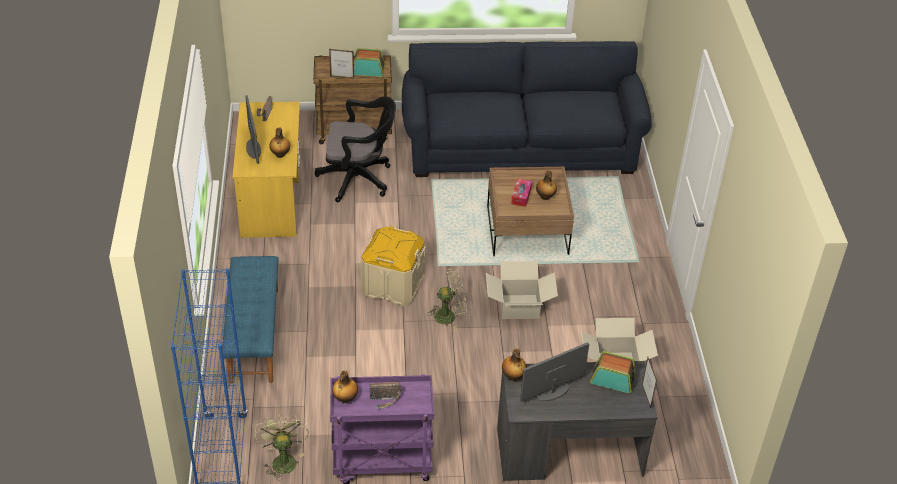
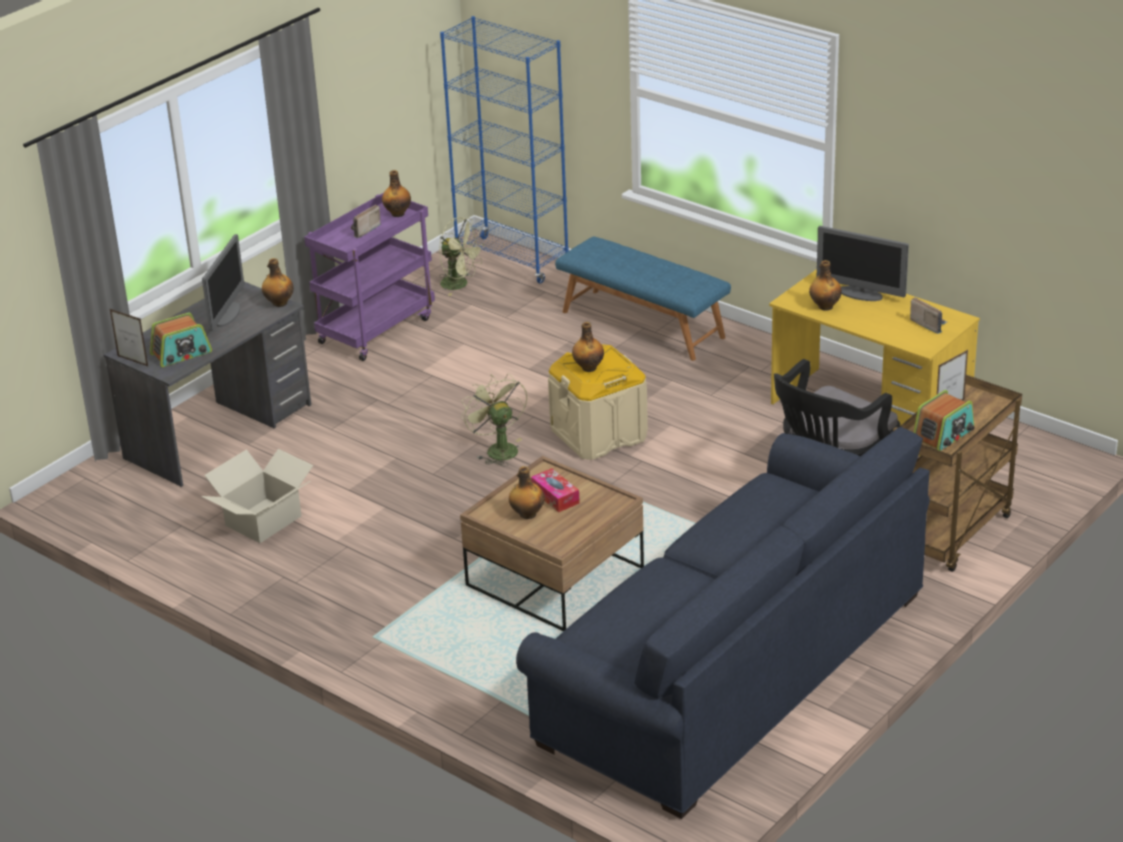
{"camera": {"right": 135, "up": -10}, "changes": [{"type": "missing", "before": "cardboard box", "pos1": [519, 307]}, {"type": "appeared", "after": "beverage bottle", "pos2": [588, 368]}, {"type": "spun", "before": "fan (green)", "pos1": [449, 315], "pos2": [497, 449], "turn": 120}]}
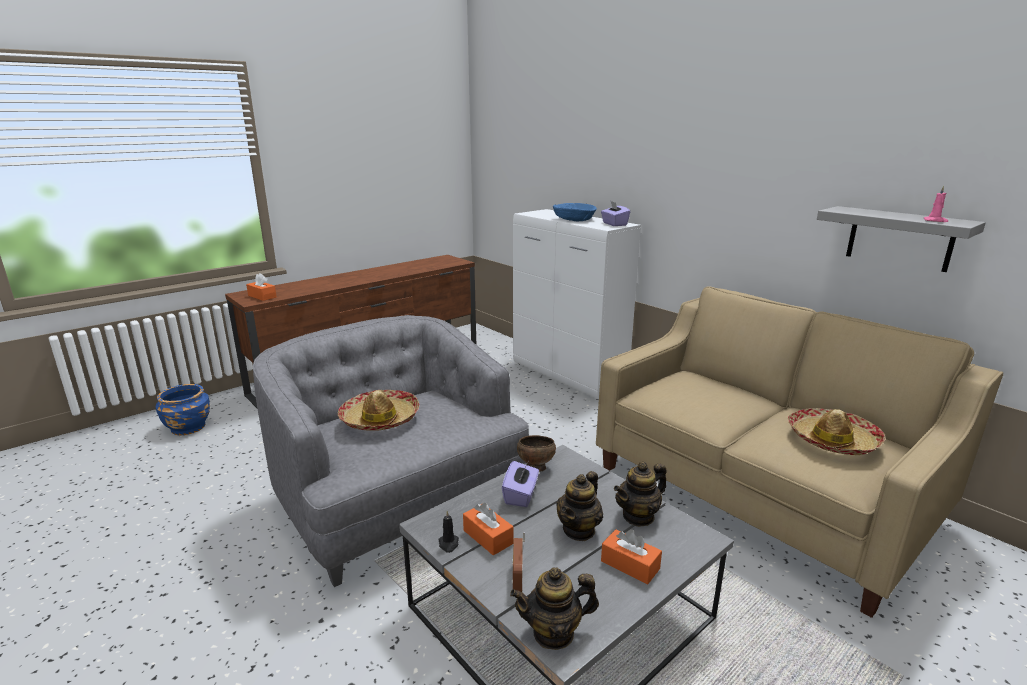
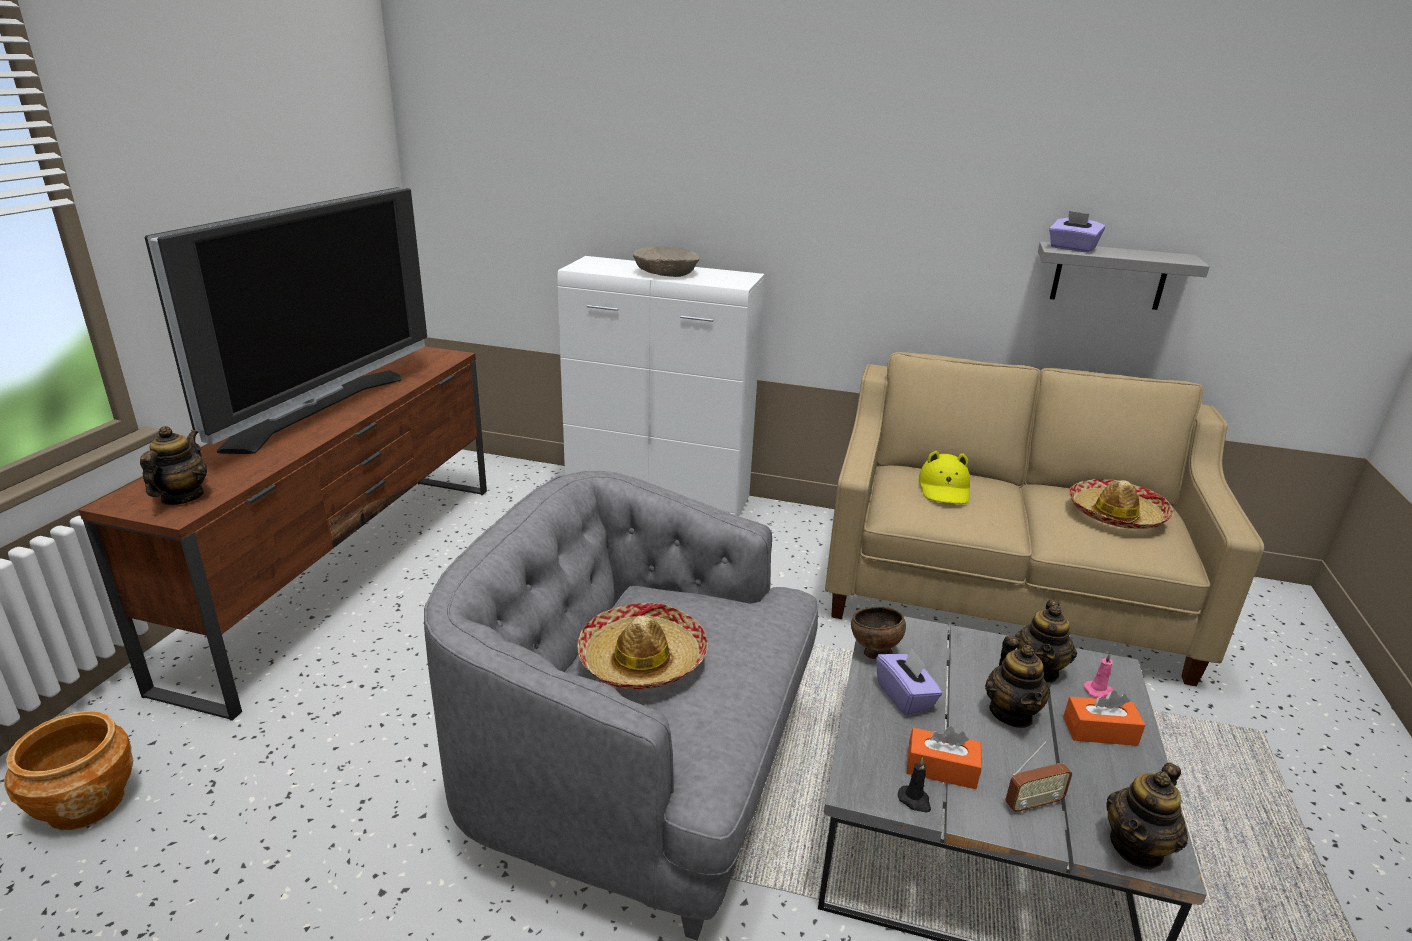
{"camera": {"right": -35, "up": 5}, "changes": [{"type": "appeared", "after": "television", "pos2": [319, 409]}, {"type": "appeared", "after": "hat (yellowish)", "pos2": [944, 489]}, {"type": "relocated", "before": "box of tissues (purplish)", "pos1": [614, 224], "pos2": [1072, 248]}, {"type": "relocated", "before": "wax candle (pink-coloured)", "pos1": [935, 221], "pos2": [1099, 691]}, {"type": "exchanged", "before": "box of tissues (orangey)", "after": "pot for tea", "pos1": [262, 296], "pos2": [182, 497]}, {"type": "colour", "before": "planter (bluish)", "after": "planter (brown-coloured)", "pos1": [188, 427], "pos2": [85, 803]}, {"type": "colour", "before": "bowl (bluish)", "after": "bowl (sand-coloured)", "pos1": [573, 219], "pos2": [665, 273]}, {"type": "spun", "before": "radio set", "pos1": [518, 578], "pos2": [1033, 804], "turn": -75}]}
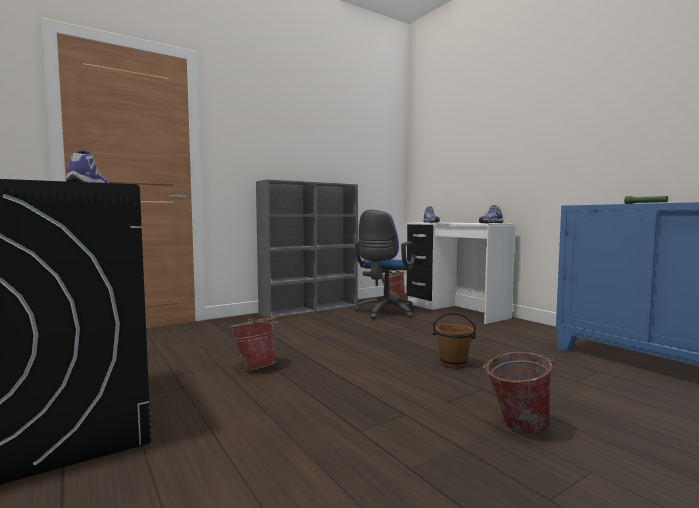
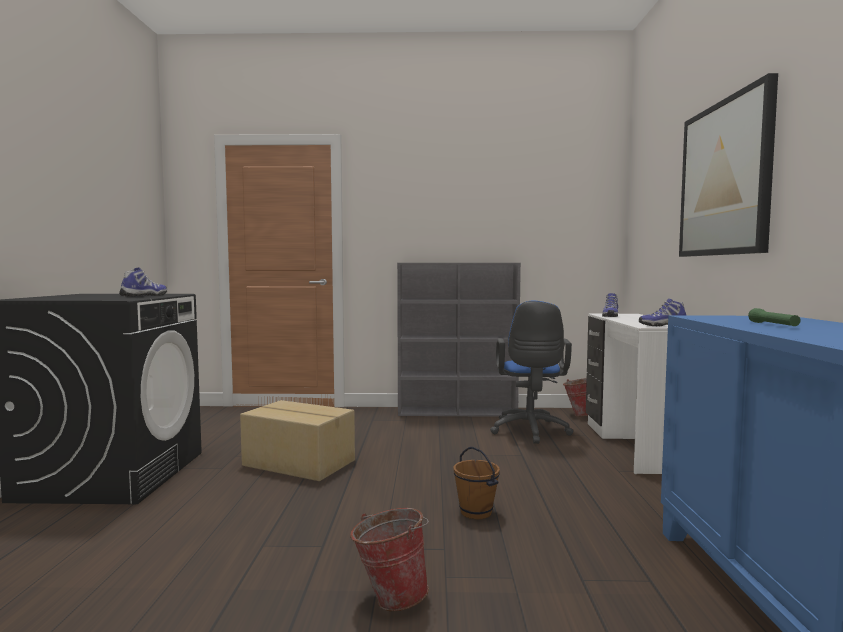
{"camera": {"right": 35, "up": 0}, "changes": [{"type": "appeared", "after": "wall art", "pos2": [725, 178]}, {"type": "exchanged", "before": "water bucket", "after": "cardboard box", "pos1": [255, 366], "pos2": [298, 463]}, {"type": "spun", "before": "computer chair (bluish)", "pos1": [384, 313], "pos2": [530, 432], "turn": -60}]}
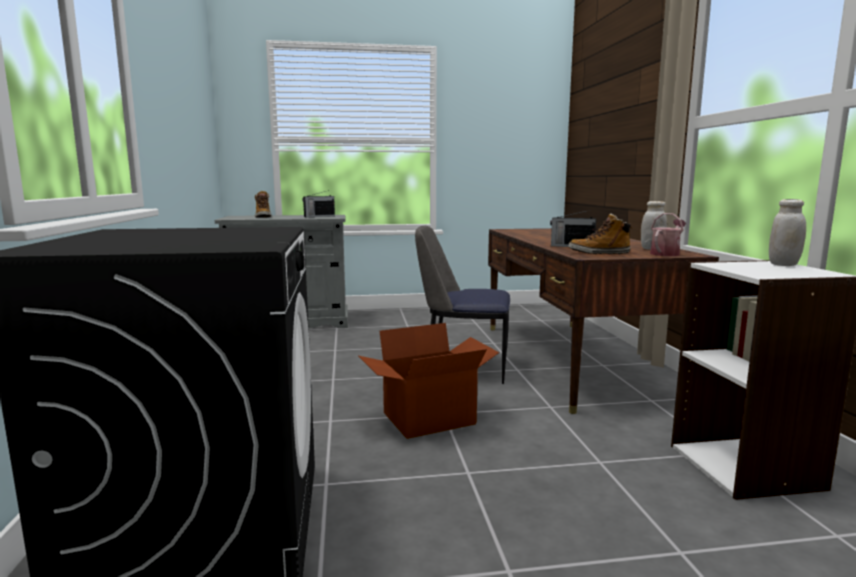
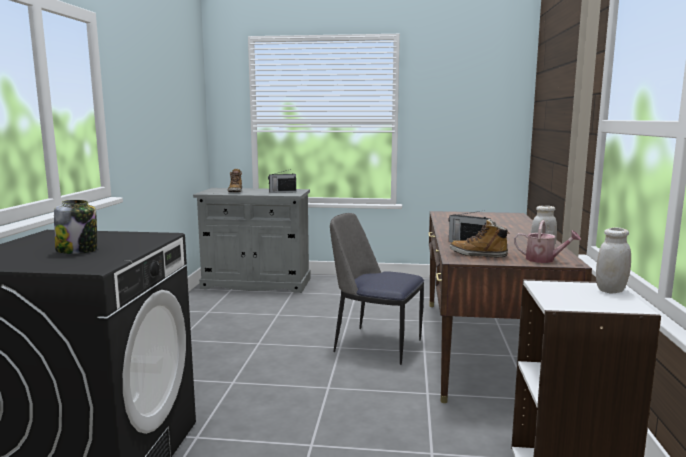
{"camera": {"right": 15, "up": 0}, "changes": [{"type": "missing", "before": "cardboard box", "pos1": [429, 419]}, {"type": "appeared", "after": "preserve jar", "pos2": [78, 250]}, {"type": "spun", "before": "watering pot", "pos1": [666, 253], "pos2": [544, 260], "turn": 60}]}
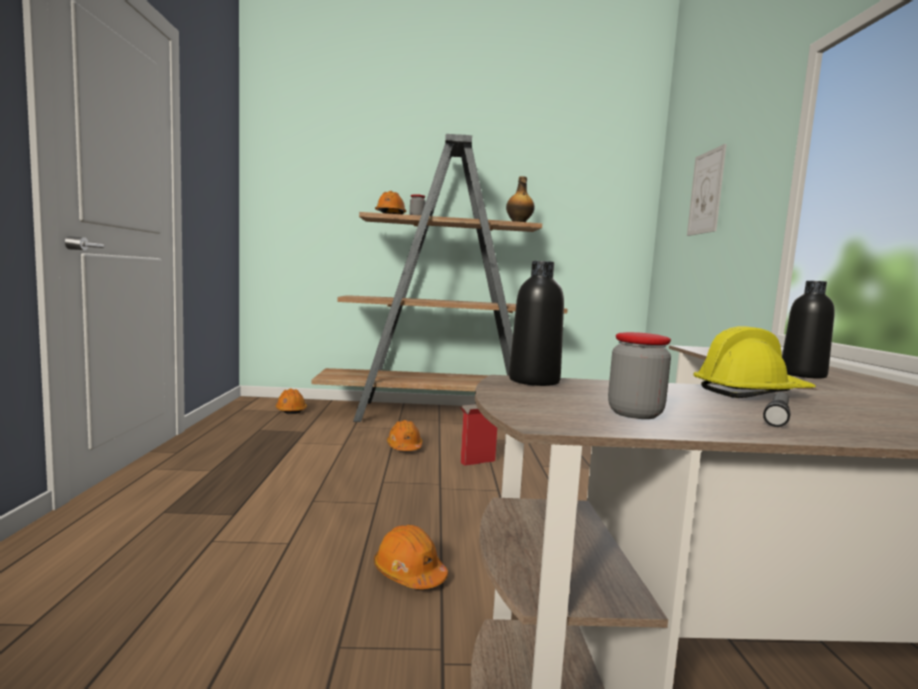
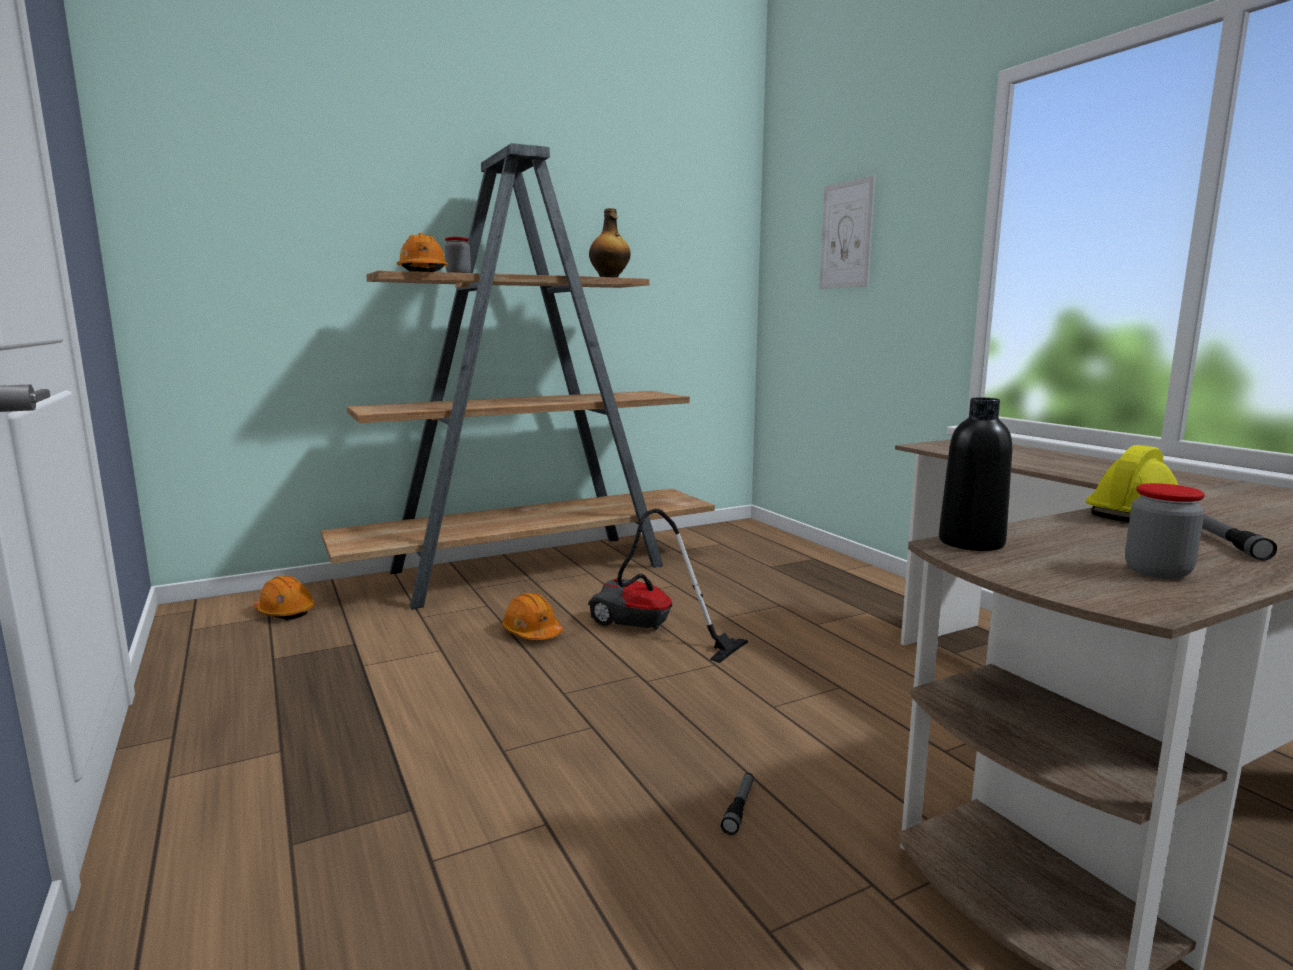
{"camera": {"right": -25, "up": 5}, "changes": [{"type": "missing", "before": "beverage bottle (black)", "pos1": [802, 375]}, {"type": "exchanged", "before": "work helmet (orangey)", "after": "torch", "pos1": [409, 573], "pos2": [739, 808]}, {"type": "exchanged", "before": "cardboard box", "after": "vacuum", "pos1": [477, 462], "pos2": [648, 631]}]}
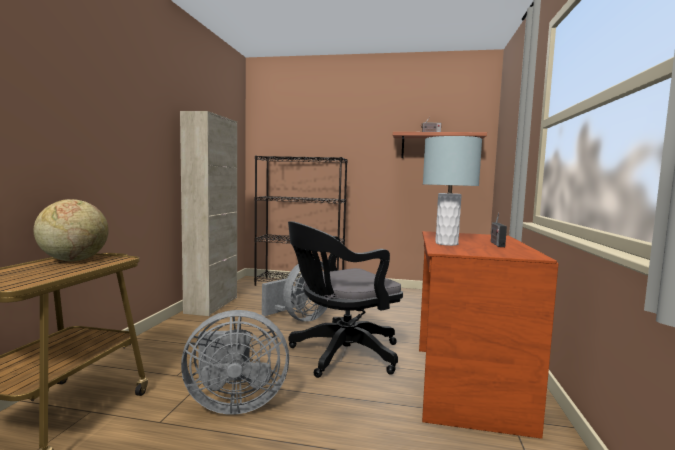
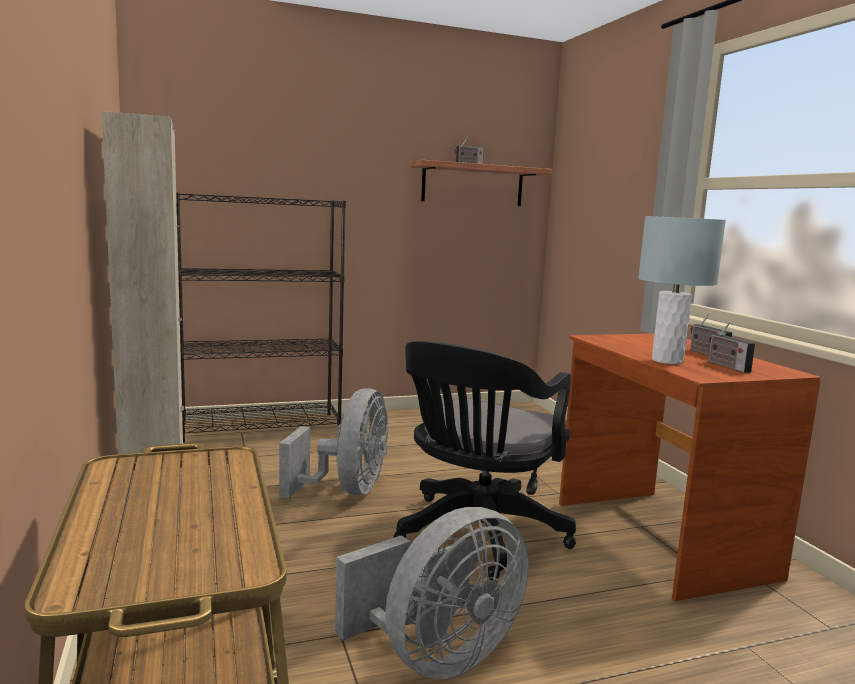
{"camera": {"right": -30, "up": 5}, "changes": [{"type": "missing", "before": "world globe", "pos1": [73, 260]}, {"type": "appeared", "after": "radio set", "pos2": [726, 366]}]}
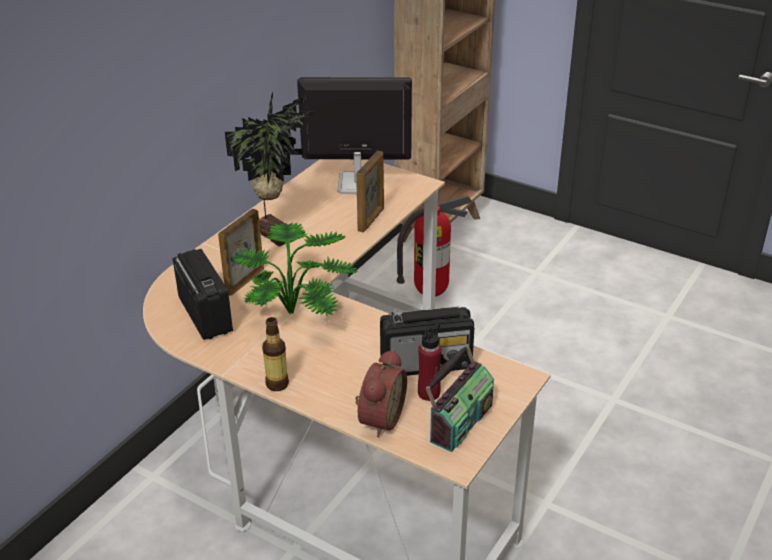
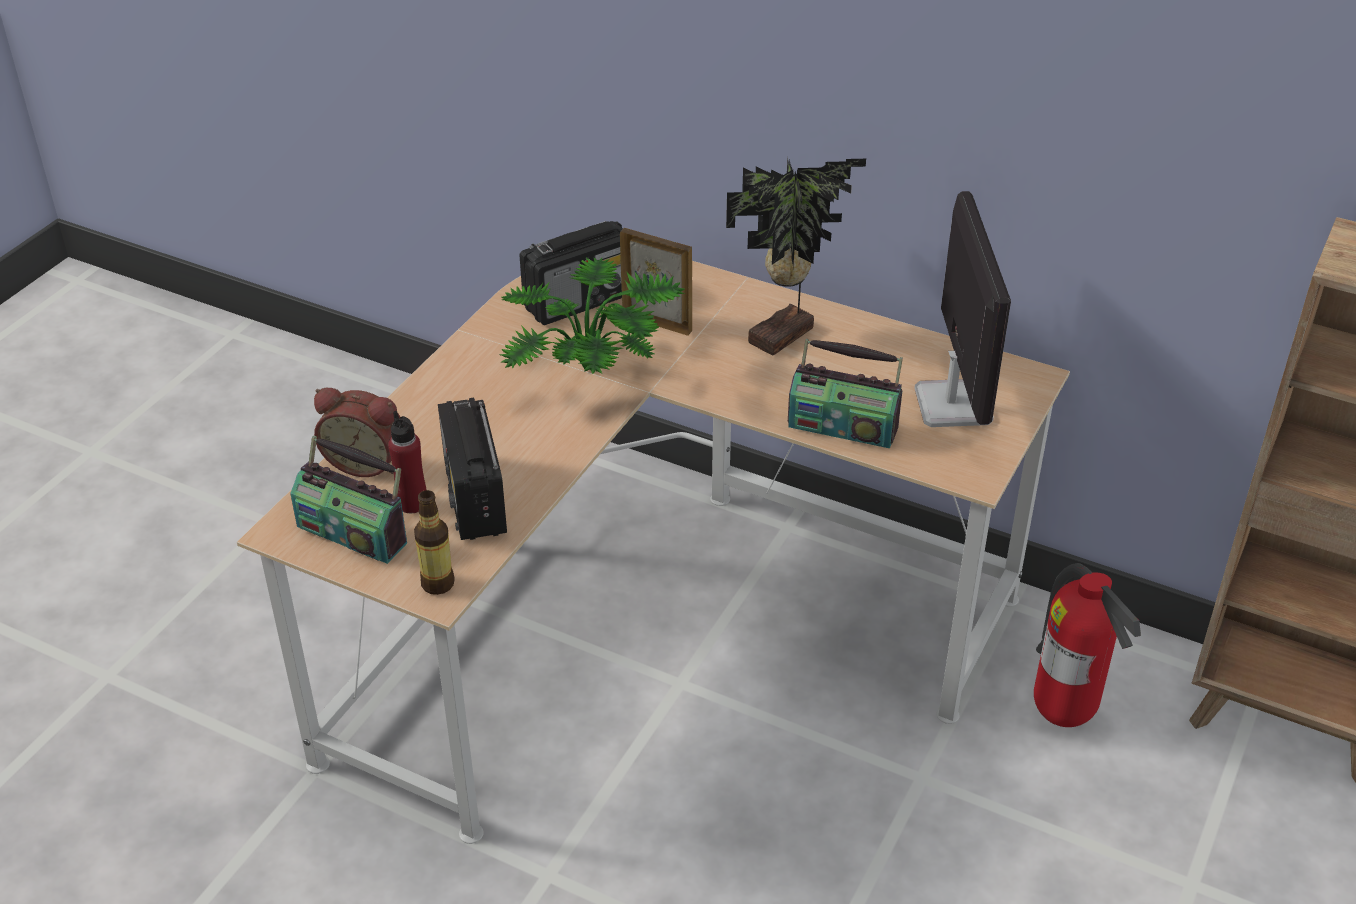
{"camera": {"right": 85, "up": 5}, "changes": [{"type": "relocated", "before": "beverage bottle", "pos1": [277, 384], "pos2": [437, 583]}, {"type": "exchanged", "before": "photo frame", "after": "radio set", "pos1": [371, 219], "pos2": [843, 426]}]}
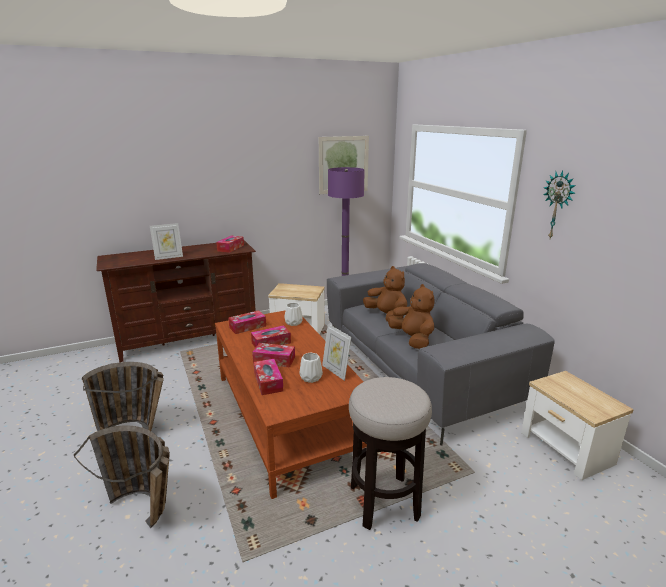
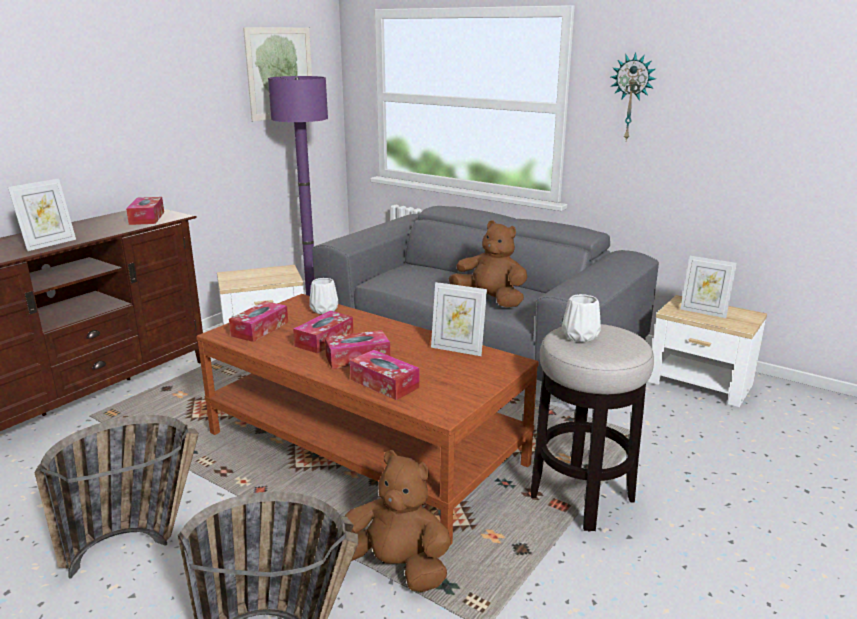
{"camera": {"right": -30, "up": 0}, "changes": [{"type": "appeared", "after": "photo frame", "pos2": [703, 312]}, {"type": "relocated", "before": "flower vase (white-coloured)", "pos1": [311, 377], "pos2": [580, 336]}, {"type": "relocated", "before": "soft toy (brown-coloured)", "pos1": [386, 316], "pos2": [396, 567]}]}
